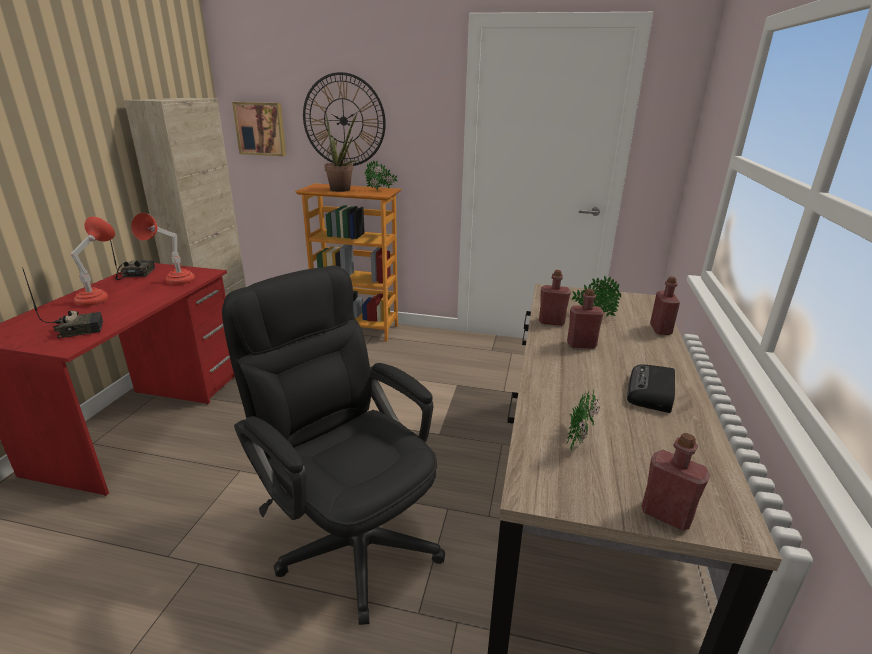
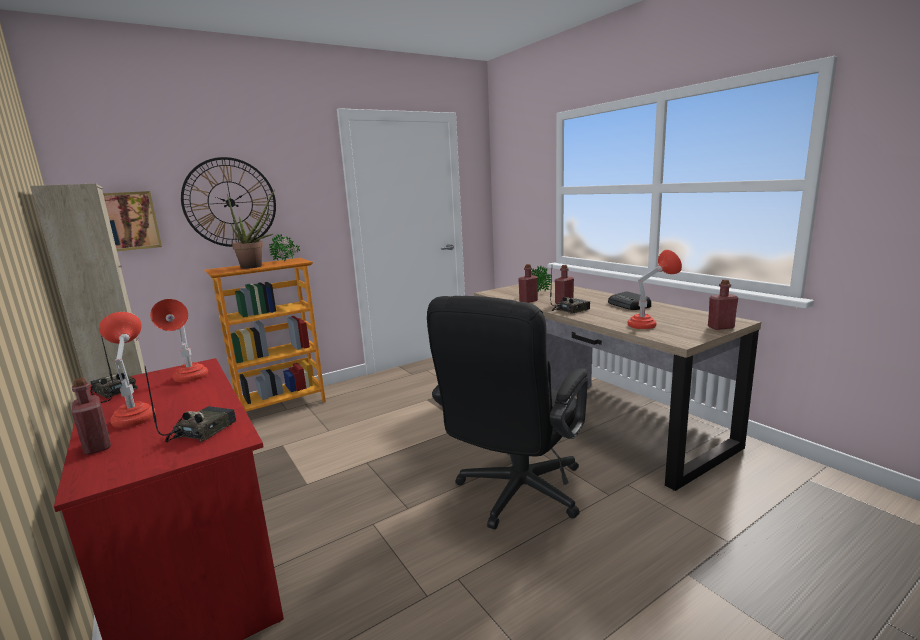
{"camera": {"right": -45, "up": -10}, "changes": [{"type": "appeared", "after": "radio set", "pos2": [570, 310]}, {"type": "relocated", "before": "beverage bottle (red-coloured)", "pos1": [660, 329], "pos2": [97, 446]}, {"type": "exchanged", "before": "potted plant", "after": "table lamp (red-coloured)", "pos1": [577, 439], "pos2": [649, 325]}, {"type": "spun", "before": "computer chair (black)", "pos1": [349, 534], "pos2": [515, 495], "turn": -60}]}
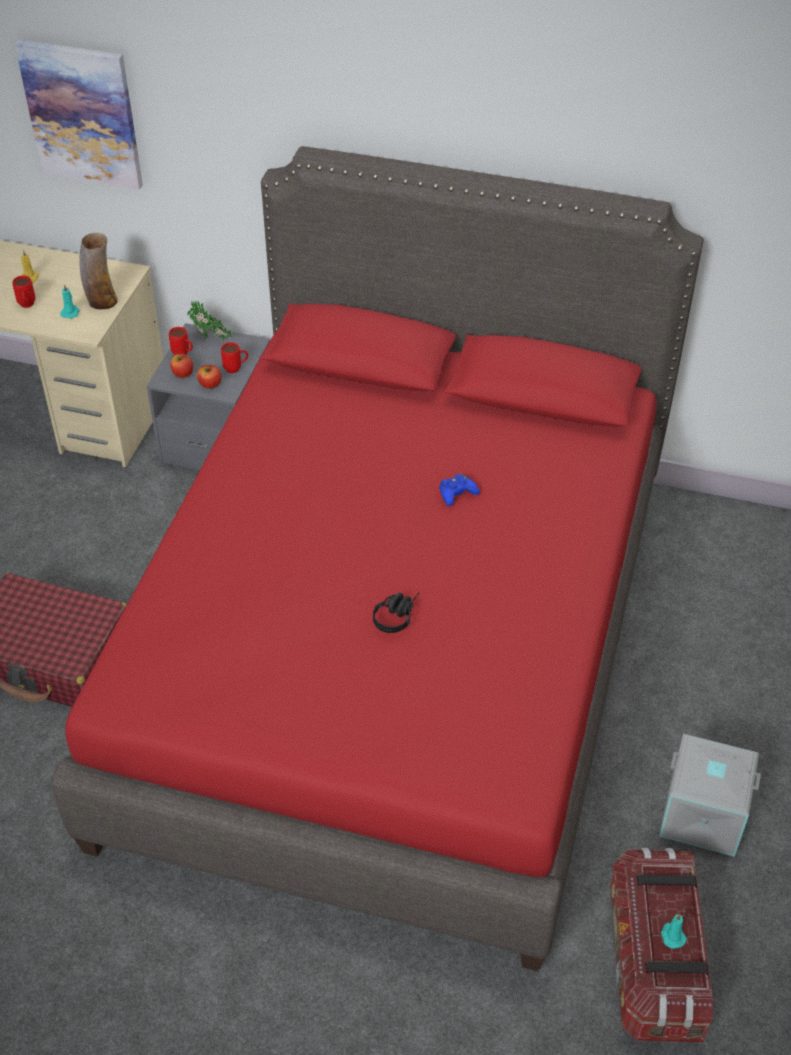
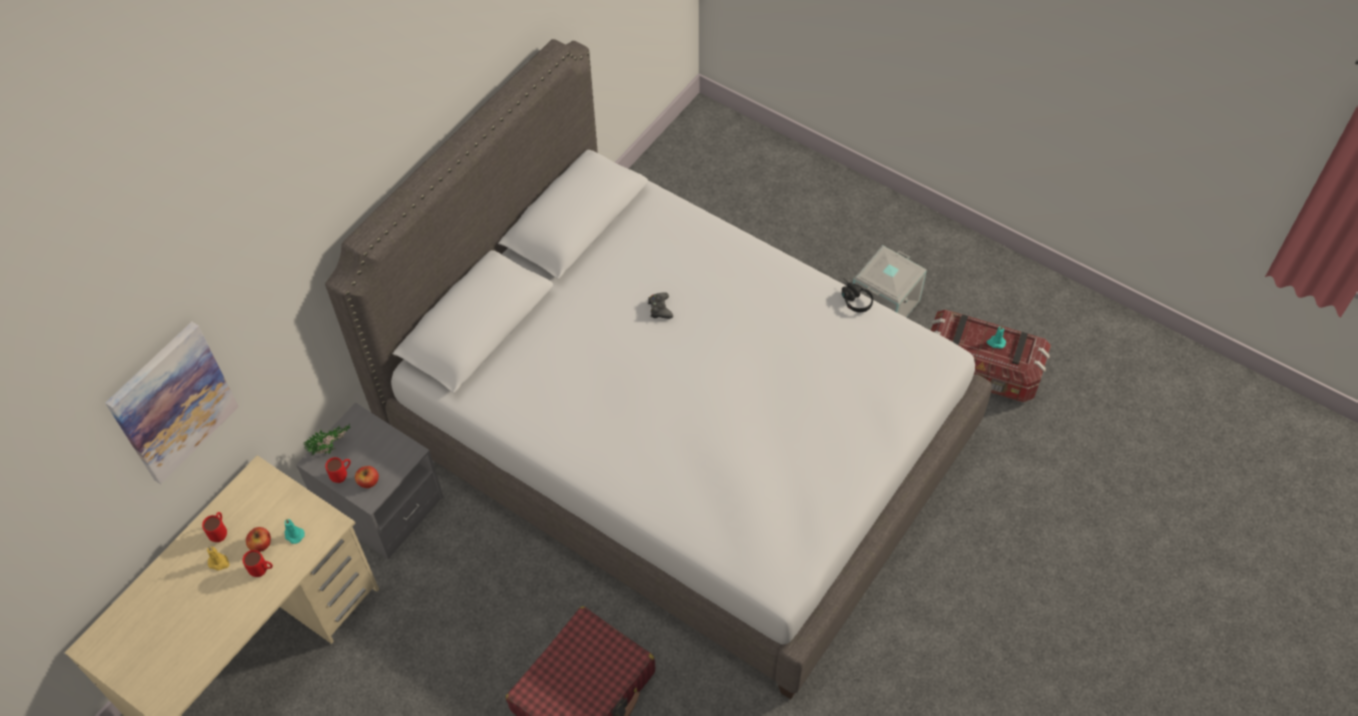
{"camera": {"right": -70, "up": 10}, "changes": [{"type": "missing", "before": "flower vase", "pos1": [102, 301]}, {"type": "relocated", "before": "apple", "pos1": [210, 384], "pos2": [261, 544]}, {"type": "relocated", "before": "tea mug (red-coloured)", "pos1": [236, 369], "pos2": [220, 532]}, {"type": "relocated", "before": "pair of headphones (black)", "pos1": [397, 615], "pos2": [853, 299]}, {"type": "colour", "before": "sleeping bed (red-coloured)", "after": "sleeping bed (grey)", "pos1": [394, 650], "pos2": [678, 439]}, {"type": "colour", "before": "joypad (bluish)", "after": "joypad (black)", "pos1": [457, 493], "pos2": [660, 309]}]}
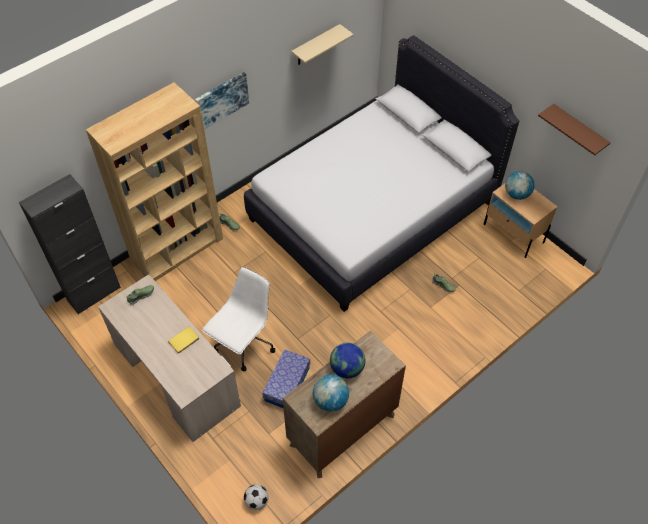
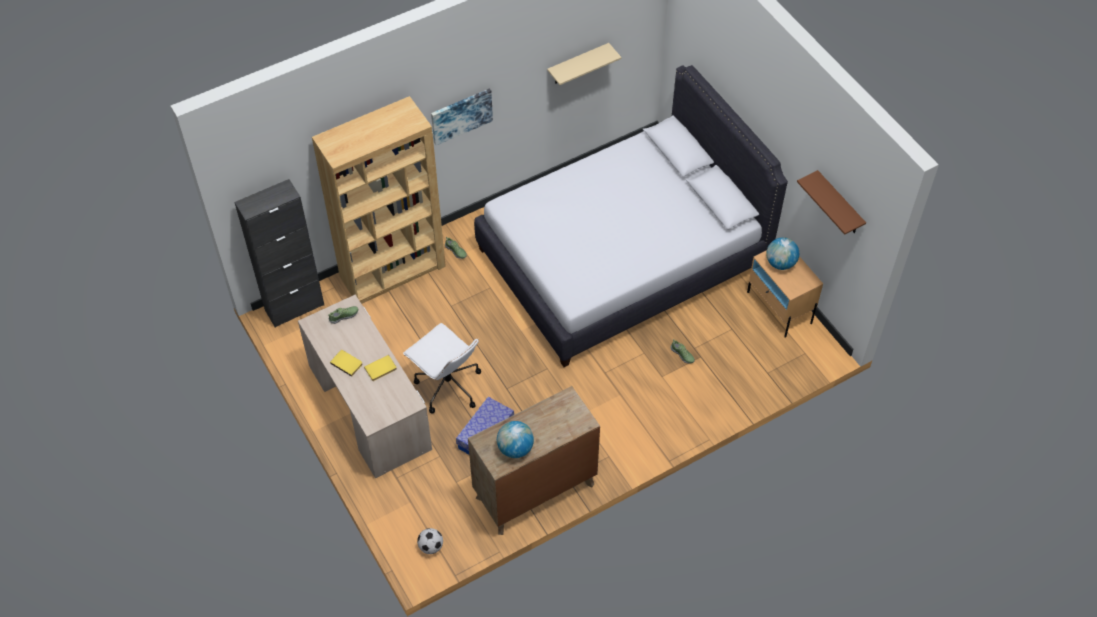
{"camera": {"right": 10, "up": 0}, "changes": [{"type": "missing", "before": "world globe", "pos1": [347, 368]}, {"type": "appeared", "after": "volume (yellowish)", "pos2": [347, 363]}, {"type": "spun", "before": "computer chair (white-coloured)", "pos1": [244, 344], "pos2": [447, 386], "turn": 90}]}
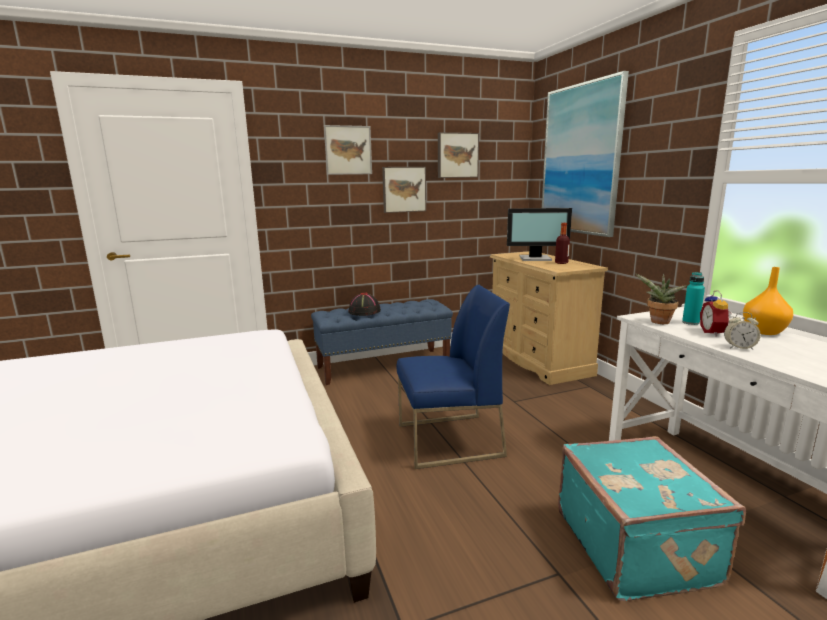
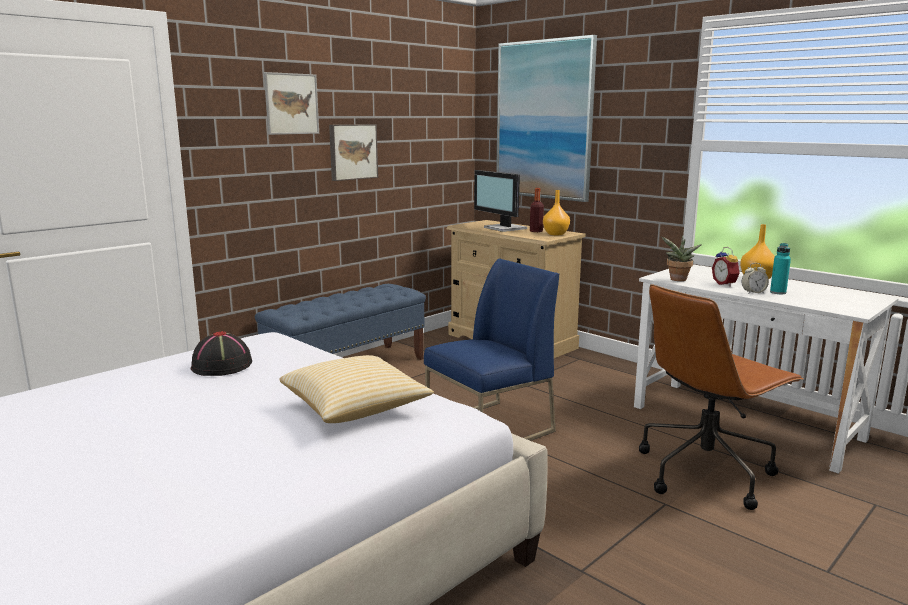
{"camera": {"right": -25, "up": 0}, "changes": [{"type": "missing", "before": "wall art", "pos1": [457, 155]}, {"type": "appeared", "after": "pillow", "pos2": [355, 408]}, {"type": "appeared", "after": "flower vase (orangey)", "pos2": [556, 234]}, {"type": "relocated", "before": "hat (black)", "pos1": [364, 312], "pos2": [222, 366]}, {"type": "relocated", "before": "beverage bottle (turquoise)", "pos1": [690, 322], "pos2": [778, 292]}, {"type": "exchanged", "before": "suitcase (turquoise)", "after": "computer chair (brown-coloured)", "pos1": [636, 546], "pos2": [705, 472]}, {"type": "spun", "before": "computer display", "pos1": [536, 259], "pos2": [504, 228], "turn": 75}]}
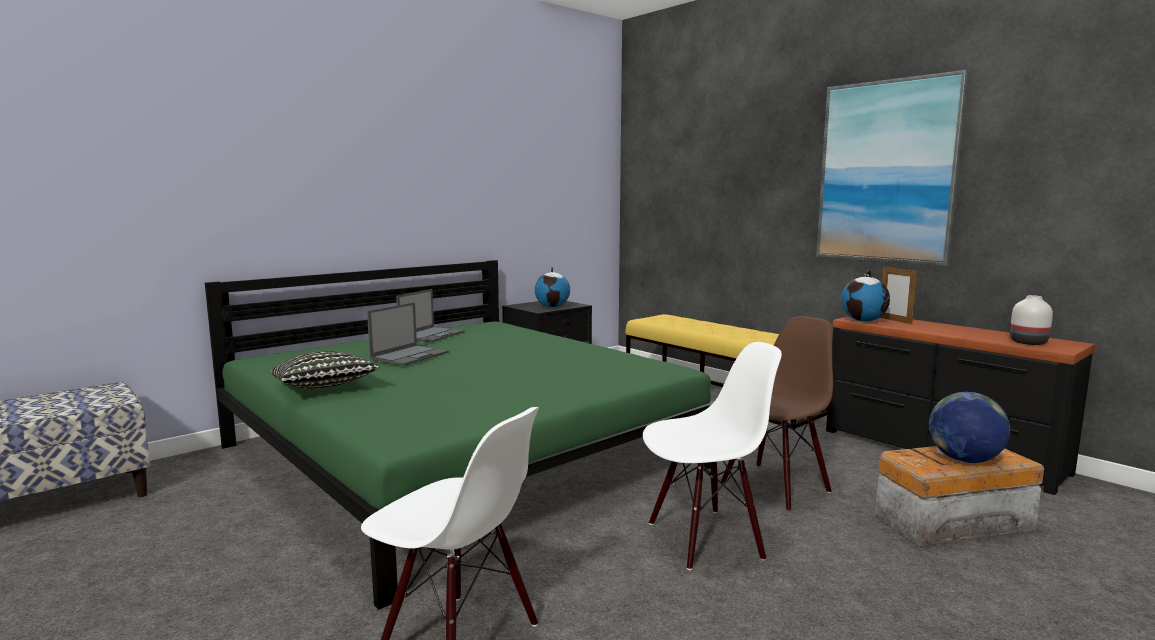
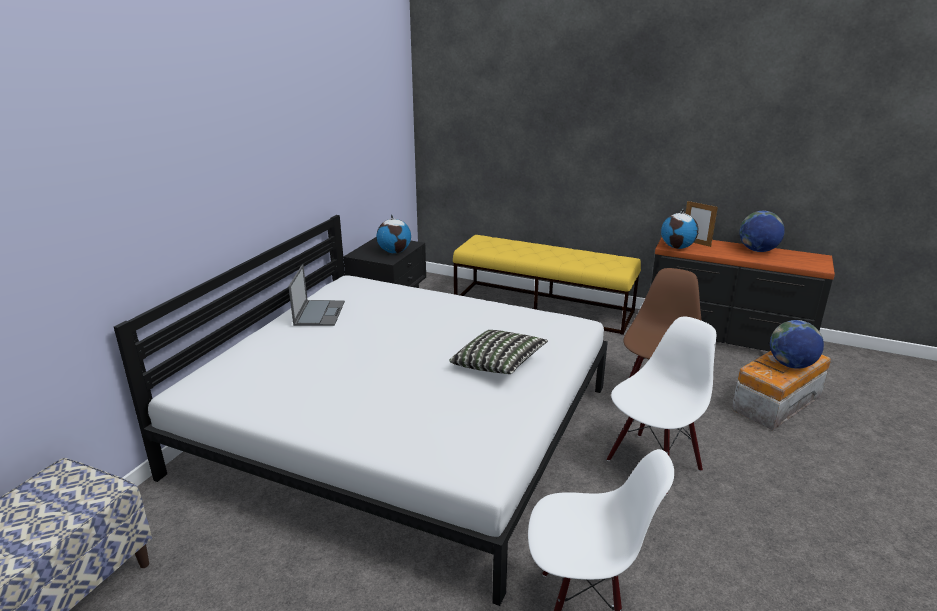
{"camera": {"right": -25, "up": 15}, "changes": [{"type": "missing", "before": "laptop", "pos1": [410, 355]}, {"type": "missing", "before": "wall art", "pos1": [886, 172]}, {"type": "missing", "before": "flower vase (white-coloured)", "pos1": [1027, 342]}, {"type": "appeared", "after": "world globe", "pos2": [757, 250]}, {"type": "relocated", "before": "pillow", "pos1": [324, 388], "pos2": [498, 365]}, {"type": "colour", "before": "sleeping bed (green)", "after": "sleeping bed (white-coloured)", "pos1": [460, 455], "pos2": [401, 428]}]}
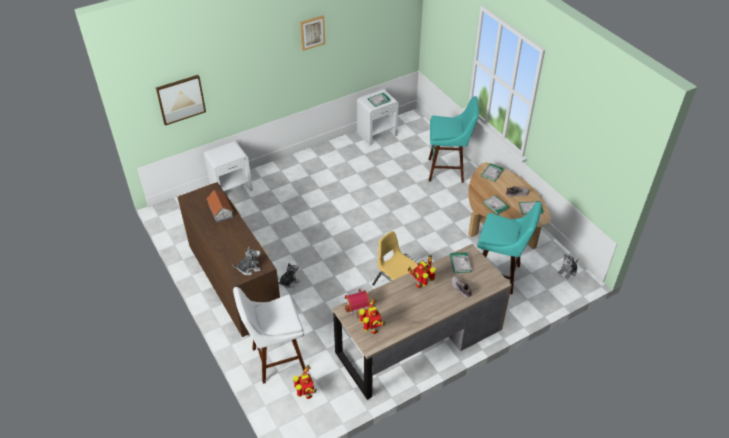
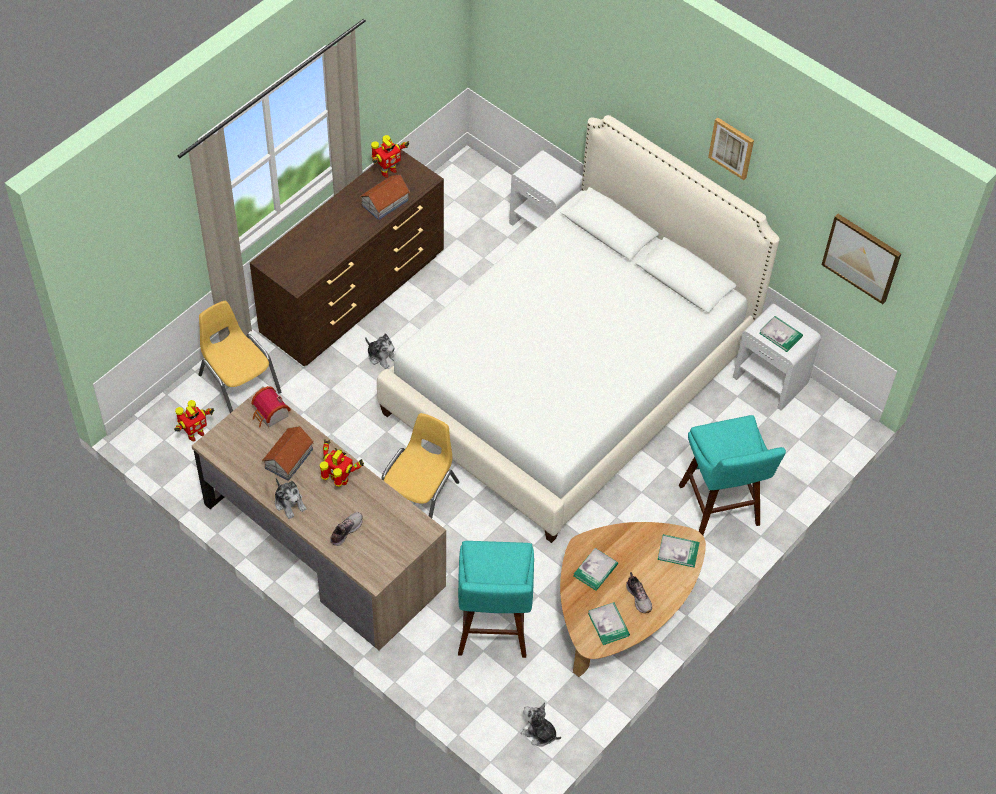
{"camera": {"right": 70, "up": 10}, "changes": [{"type": "missing", "before": "volume", "pos1": [460, 263]}, {"type": "appeared", "after": "miniature house", "pos2": [289, 458]}, {"type": "appeared", "after": "sleeping bed (white-coloured)", "pos2": [570, 380]}, {"type": "relocated", "before": "wall art", "pos1": [181, 99], "pos2": [862, 257]}, {"type": "relocated", "before": "soft toy", "pos1": [249, 268], "pos2": [289, 503]}, {"type": "relocated", "before": "robot figure", "pos1": [372, 329], "pos2": [387, 171]}, {"type": "exchanged", "before": "stool (white-coloured)", "after": "upright chair (yellowish)", "pos1": [275, 360], "pos2": [239, 383]}]}
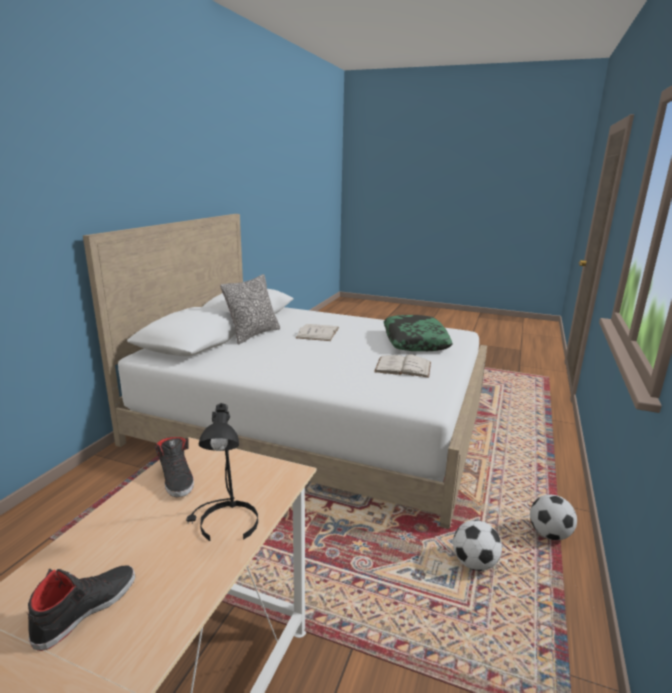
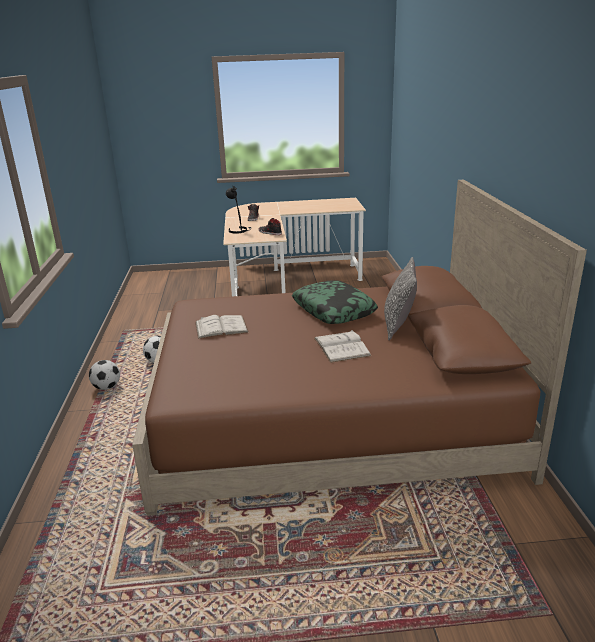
{"camera": {"right": 155, "up": 5}, "changes": [{"type": "relocated", "before": "pillow", "pos1": [414, 341], "pos2": [334, 310]}, {"type": "colour", "before": "sleeping bed (white-coloured)", "after": "sleeping bed (brown-coloured)", "pos1": [315, 421], "pos2": [329, 418]}]}
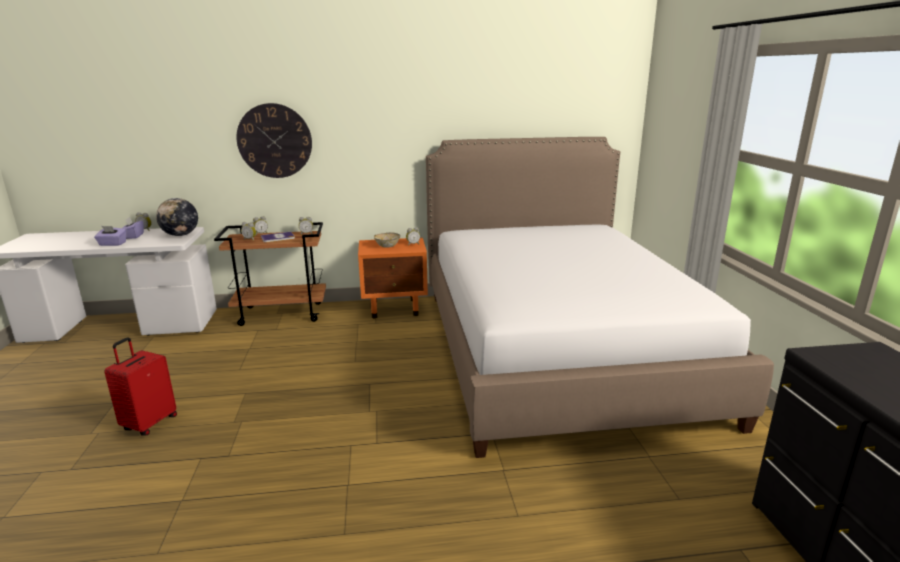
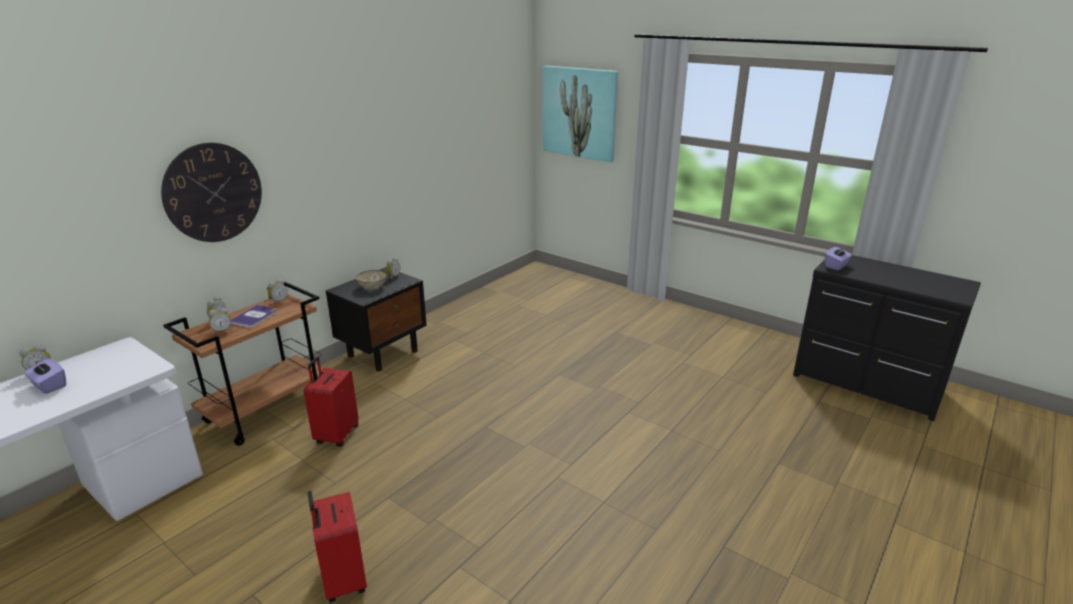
{"camera": {"right": -45, "up": 5}, "changes": [{"type": "missing", "before": "world globe", "pos1": [180, 235]}, {"type": "missing", "before": "sleeping bed", "pos1": [555, 350]}, {"type": "appeared", "after": "suitcase (red-coloured)", "pos2": [336, 435]}, {"type": "appeared", "after": "wall art", "pos2": [580, 113]}, {"type": "relocated", "before": "box of tissues (purplish)", "pos1": [112, 244], "pos2": [836, 266]}, {"type": "colour", "before": "bedside table (orangey)", "after": "bedside table (black)", "pos1": [395, 308], "pos2": [383, 353]}]}
